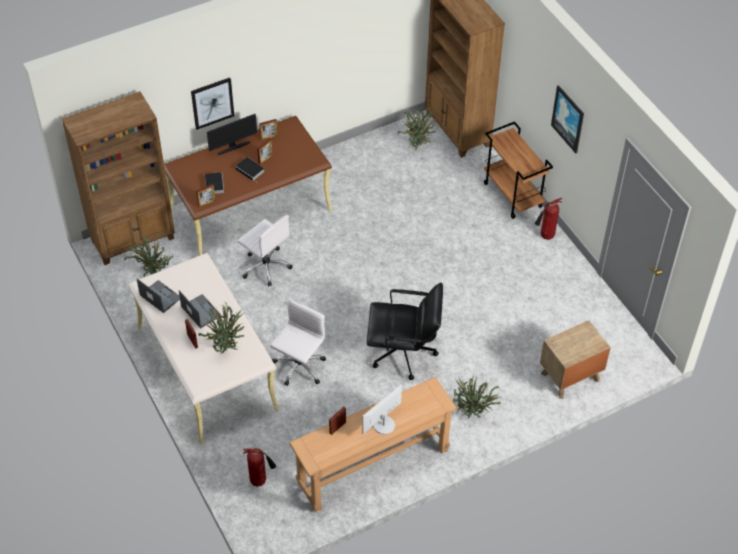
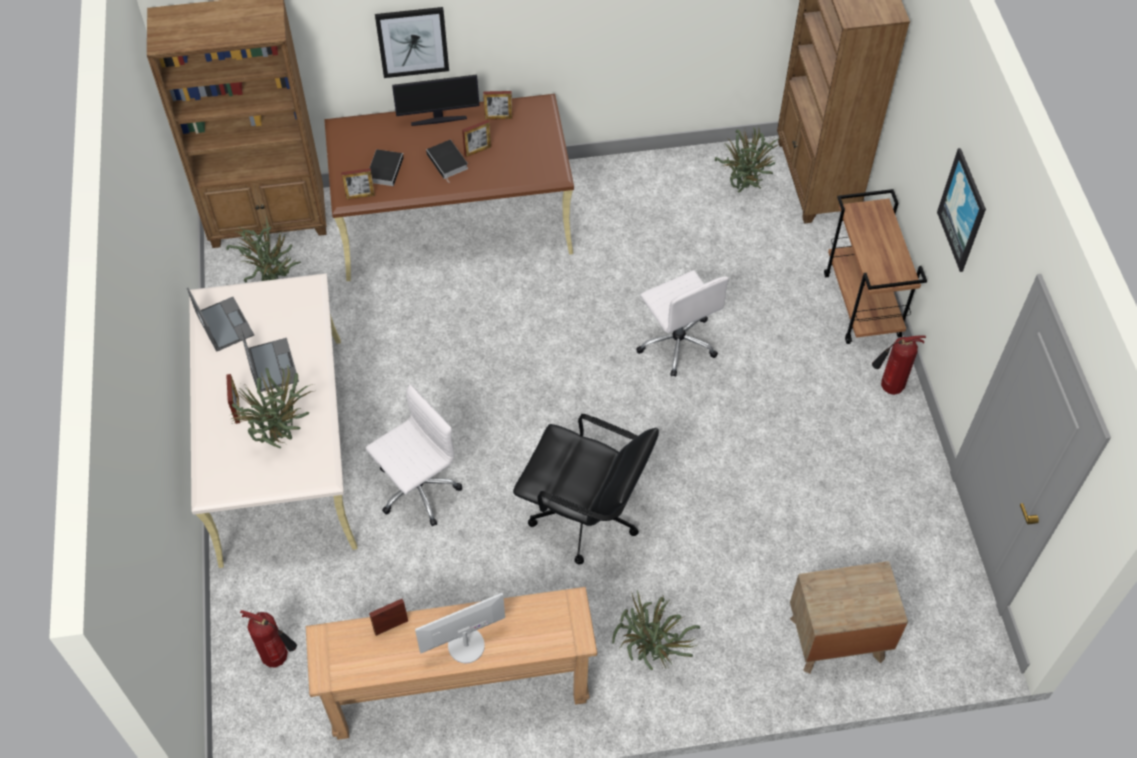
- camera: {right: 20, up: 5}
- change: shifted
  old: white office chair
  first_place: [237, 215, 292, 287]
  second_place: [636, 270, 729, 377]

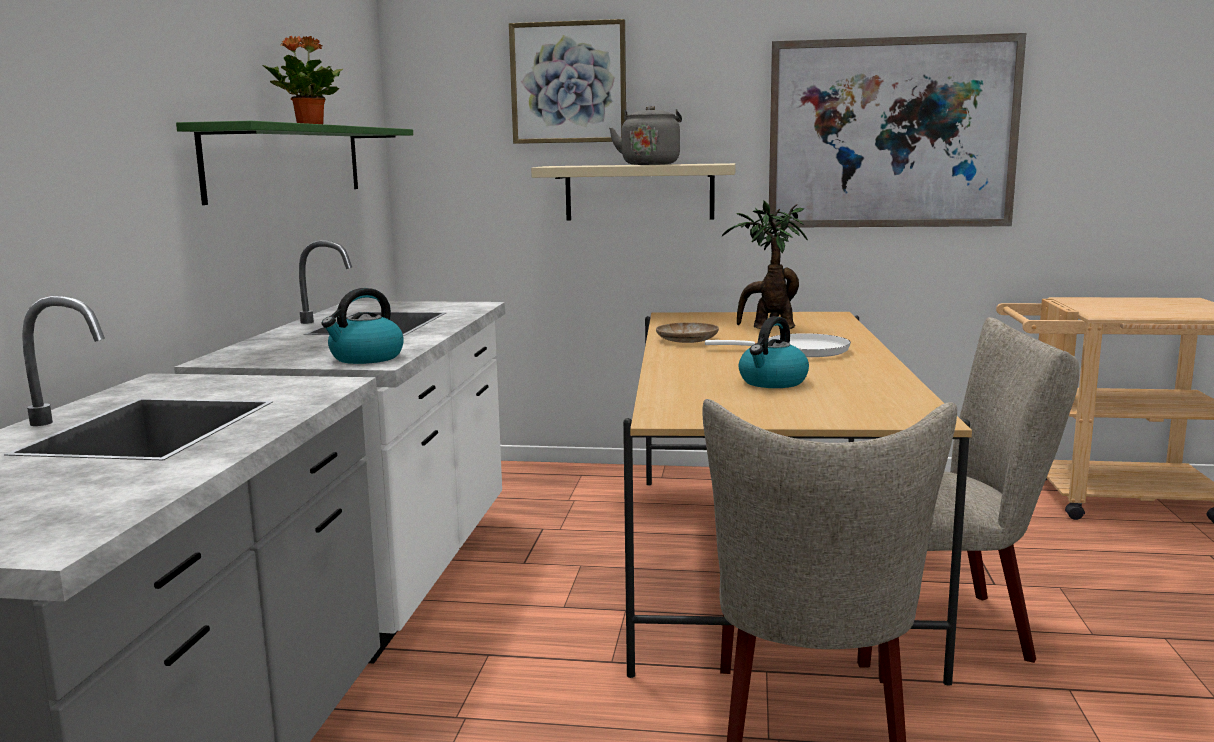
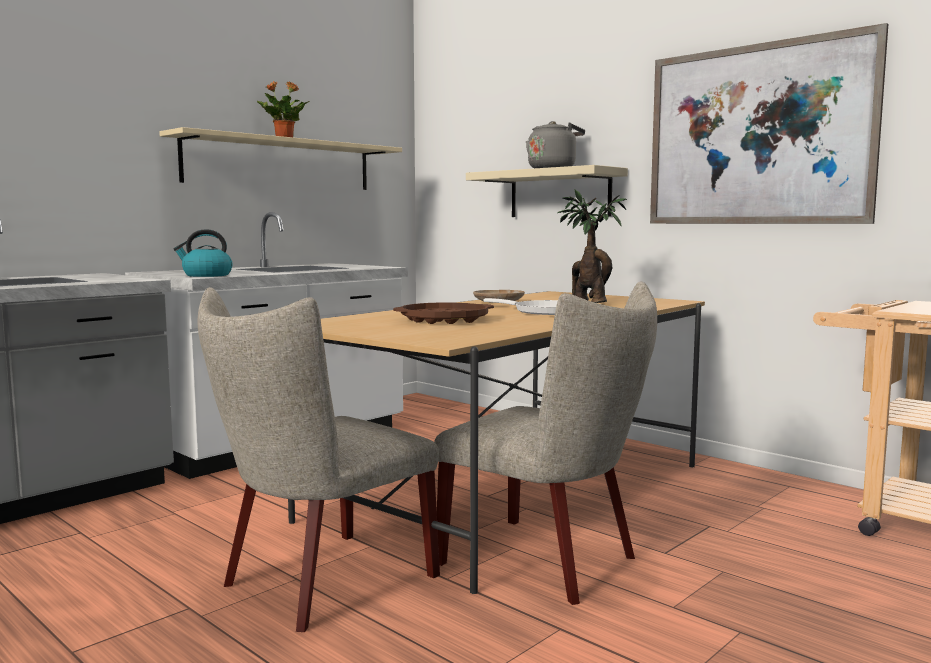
- camera: {right: 35, up: -5}
- change: repainted
  old: greenish shelf
  new: sand-coloured shelf
  first_place: [176, 121, 413, 205]
  second_place: [159, 127, 402, 190]
- change: swapped
  old: tea kettle
  new: brown-coloured tray
  first_place: [739, 316, 809, 388]
  second_place: [393, 303, 494, 324]
- change: gone
  old: wall art
  first_place: [509, 19, 626, 144]

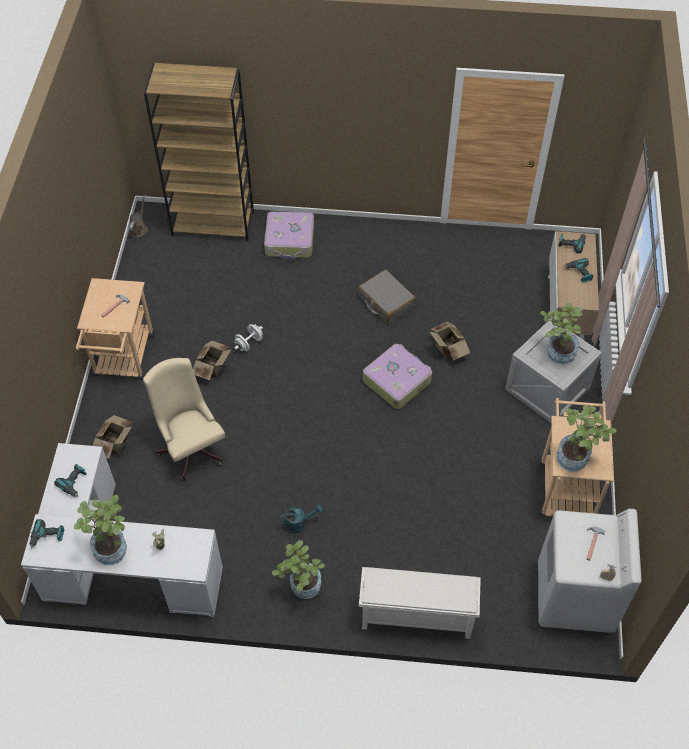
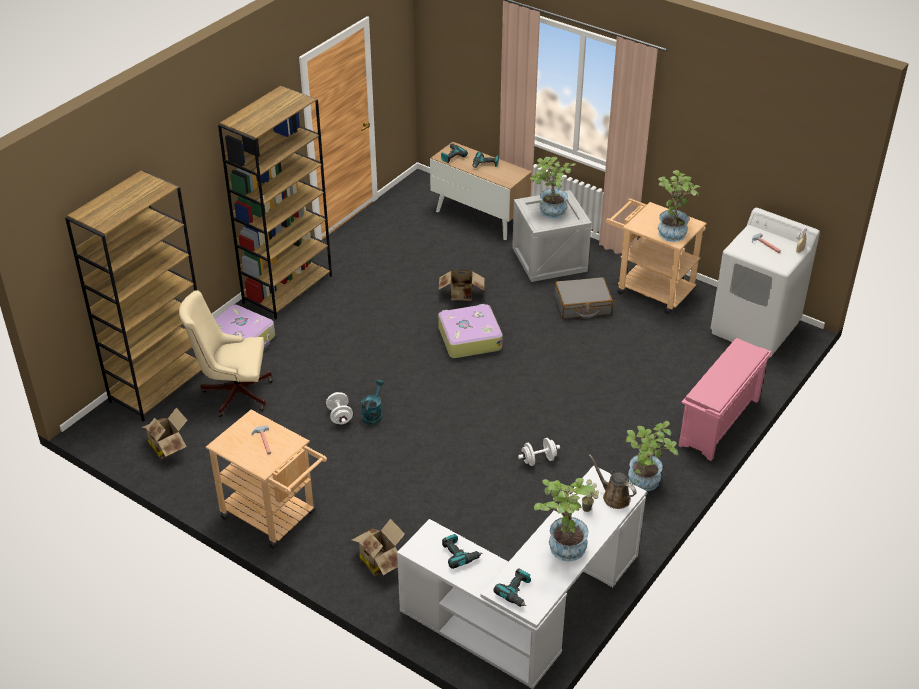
- camera: {right: -60, up: -15}
- change: shifted
  old: carton
  first_place: [193, 341, 232, 380]
  second_place: [141, 407, 187, 459]
- change: shifted
  old: sand-coloured office chair
  first_place: [143, 358, 225, 481]
  second_place: [179, 290, 273, 417]
- change: new
  new: brown-coloured bookshelf
  second_place: [218, 86, 332, 320]
- change: shifted
  old: turquoise-coloured watering can
  first_place: [279, 504, 323, 533]
  second_place: [362, 380, 384, 425]
- change: new
  new: white dumbbell
  second_place: [518, 438, 560, 466]
- change: shifted
  old: greyish suitcase
  first_place: [358, 269, 416, 325]
  second_place: [555, 277, 613, 319]
- change: shifted
  old: brown-coloured watering can
  first_place: [129, 195, 148, 237]
  second_place: [589, 454, 637, 509]
- change: repainted
  old: white shoe shelf
  new: pink-coloured shoe shelf
  first_place: [359, 567, 481, 639]
  second_place: [678, 338, 771, 461]

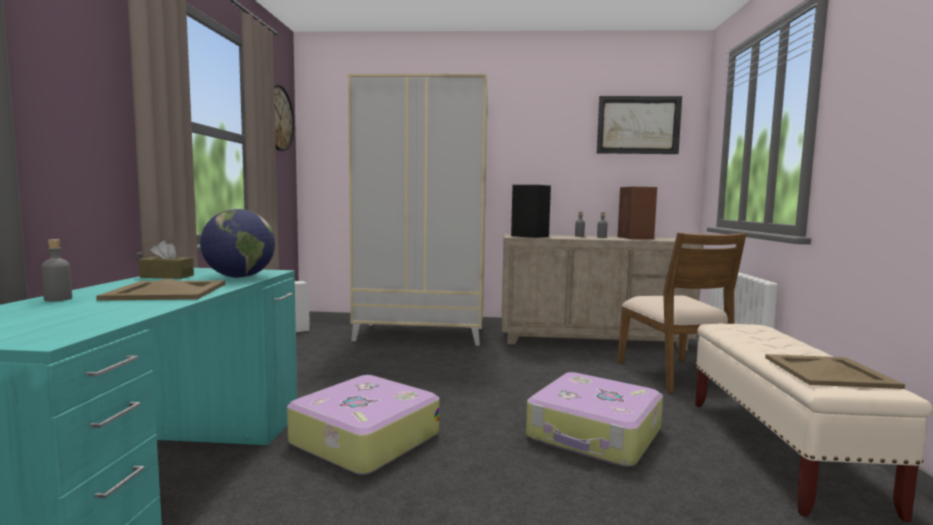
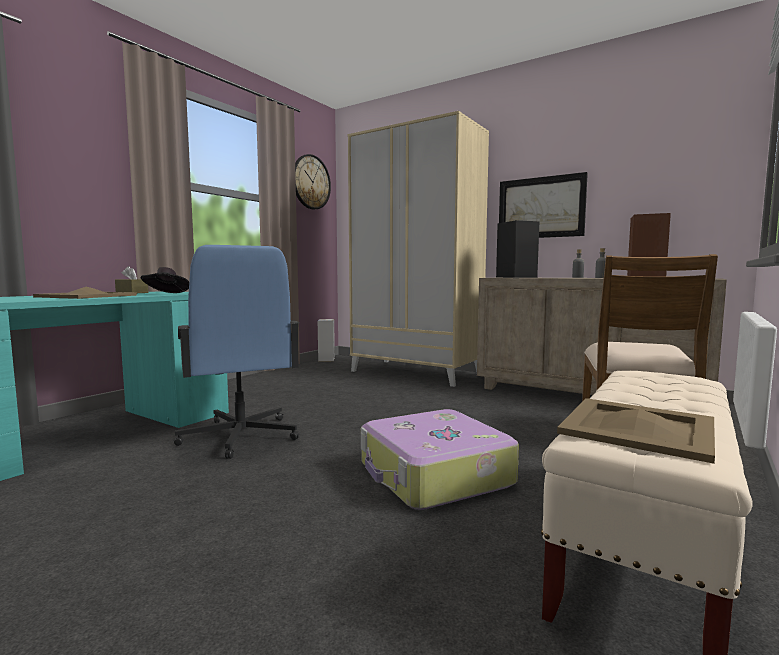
- camera: {right: 30, up: 0}
- change: swapped
  old: desk globe
  new: blackish wearable hat
  first_place: [200, 209, 275, 278]
  second_place: [141, 267, 189, 293]
- change: swapped
  old: suitcase
  new: blue-coloured office chair
  first_place: [287, 375, 440, 475]
  second_place: [174, 245, 300, 459]
- change: shifted
  old: wall art
  first_place: [597, 96, 682, 154]
  second_place: [499, 172, 588, 238]
- change: gone
  old: greyish bottle
  first_place: [41, 239, 72, 301]

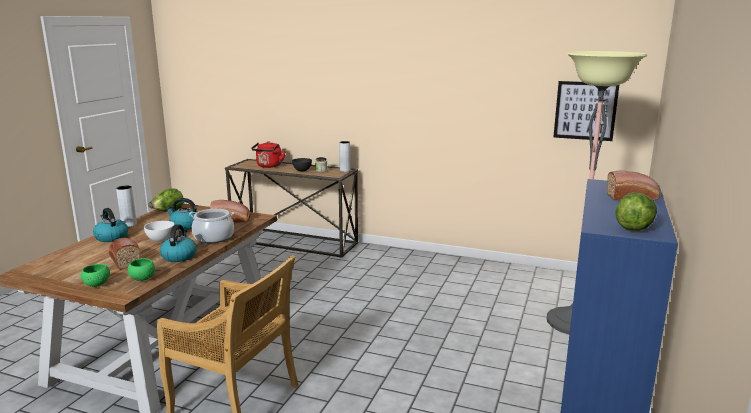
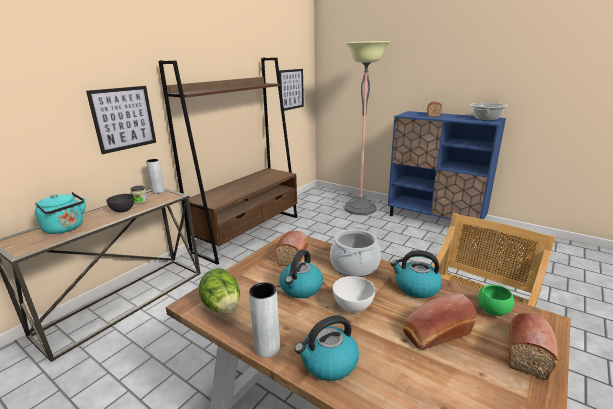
- camera: {right: -75, up: 5}
- change: repainted
  old: reddish tea kettle
  new: turquoise-coloured tea kettle
  first_place: [251, 141, 286, 168]
  second_place: [35, 192, 86, 234]
- change: new
  new: wall art
  second_place: [86, 86, 156, 154]
- change: new
  new: brown-coloured bookshelf
  second_place: [158, 58, 297, 265]
- change: swapped
  old: lettuce head
  new: stockpot
  first_place: [616, 193, 657, 231]
  second_place: [470, 103, 508, 121]
- change: swapped
  old: greenish serving bowl
  new: bakery bread
  first_place: [81, 264, 110, 287]
  second_place: [508, 313, 558, 380]

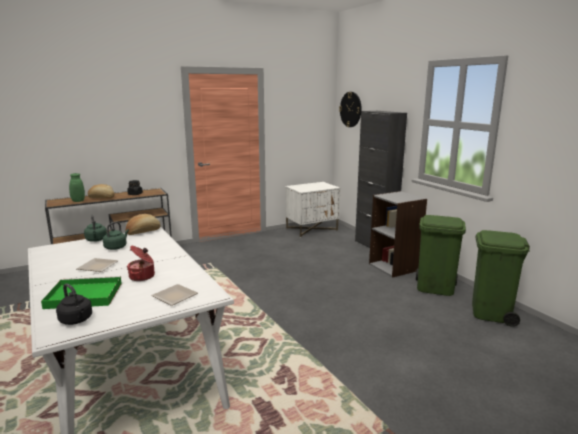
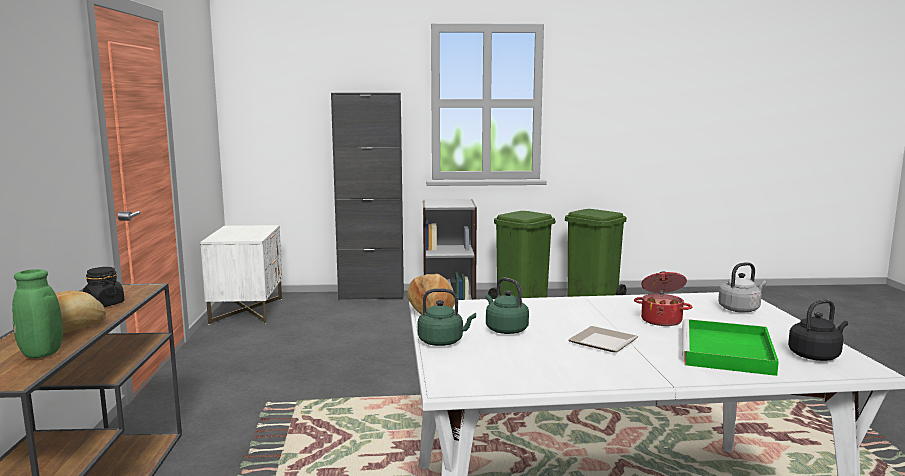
- camera: {right: -65, up: -5}
- change: swapped
  old: flat dish
  new: greyish tea kettle
  first_place: [151, 284, 198, 306]
  second_place: [718, 262, 767, 313]
- change: gone
  old: clock on the wall
  first_place: [339, 92, 362, 127]

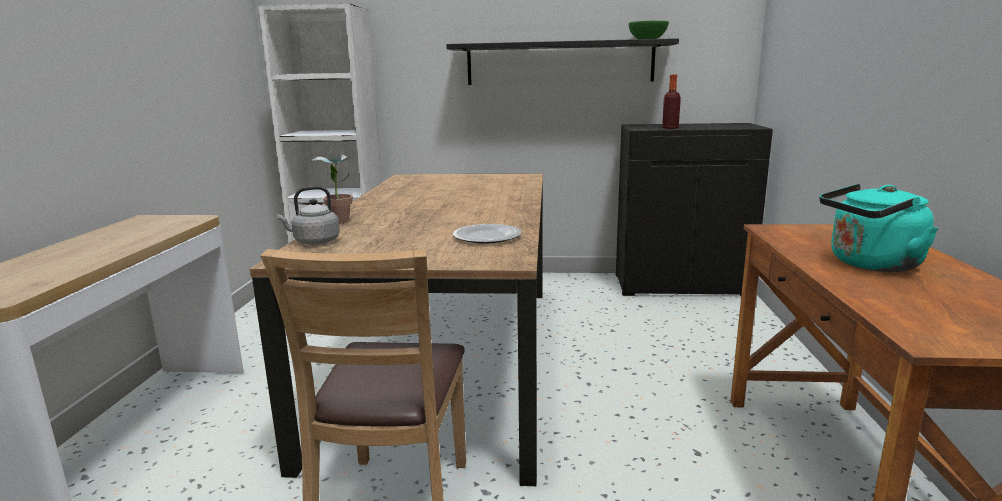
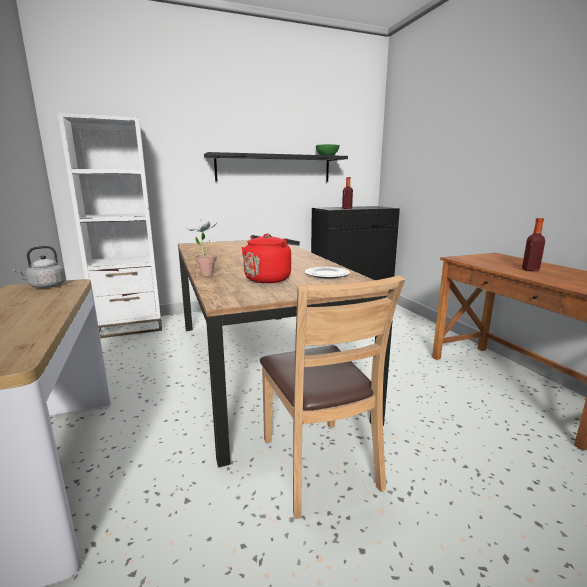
- camera: {right: -25, up: 0}
- change: shifted
  old: greyish tea kettle
  first_place: [277, 186, 340, 245]
  second_place: [12, 246, 66, 288]
- change: new
  new: reddish tea kettle
  second_place: [241, 234, 300, 283]
- change: swapped
  old: turquoise-coloured tea kettle
  new: bottle
  first_place: [820, 184, 939, 272]
  second_place: [522, 218, 545, 271]

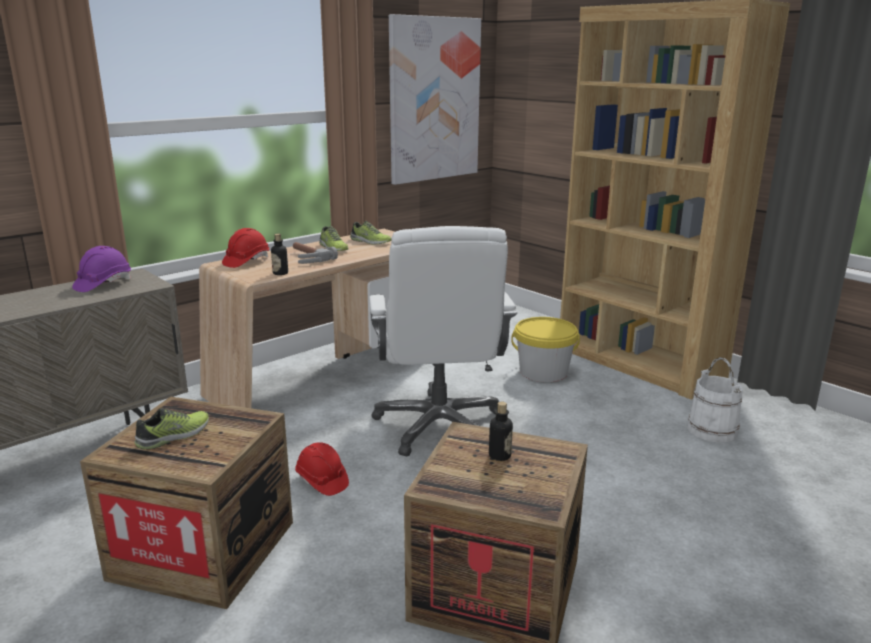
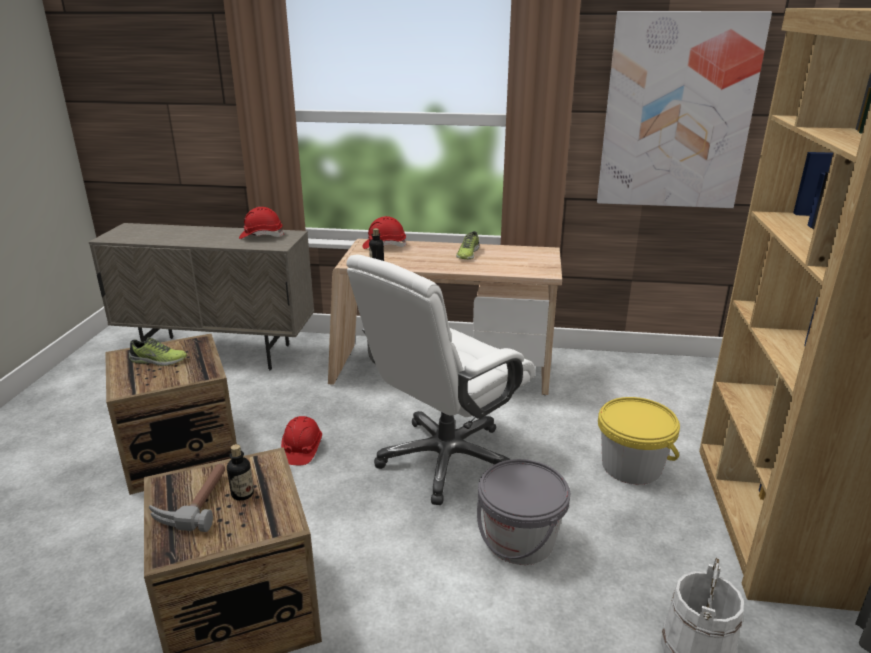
- camera: {right: 50, up: 5}
- change: shifted
  old: hand hammer
  first_place: [293, 242, 338, 264]
  second_place: [149, 464, 225, 532]
- change: repainted
  old: purple work helmet
  new: reddish work helmet
  first_place: [72, 246, 131, 292]
  second_place: [239, 207, 284, 239]
- change: new
  new: greyish pail
  second_place: [477, 459, 570, 565]
- change: gone
  old: shoe
  first_place: [350, 221, 391, 245]

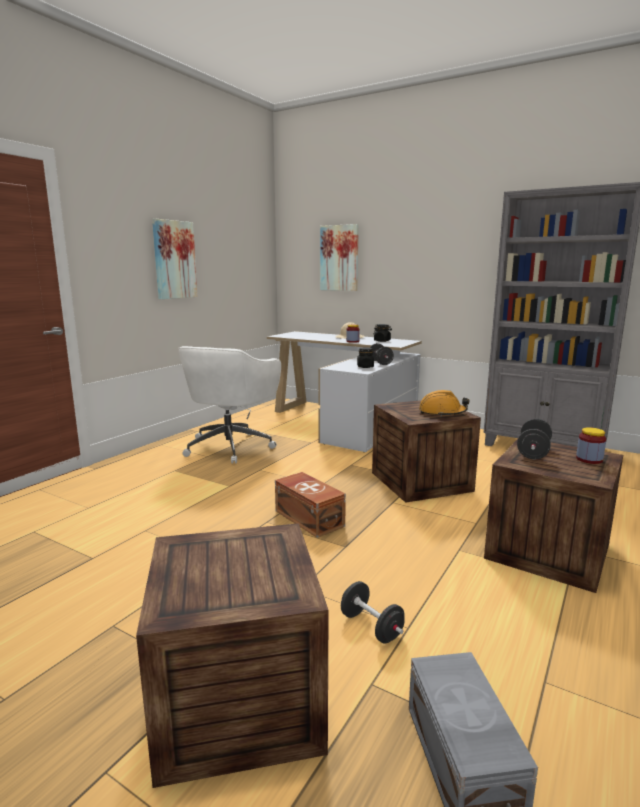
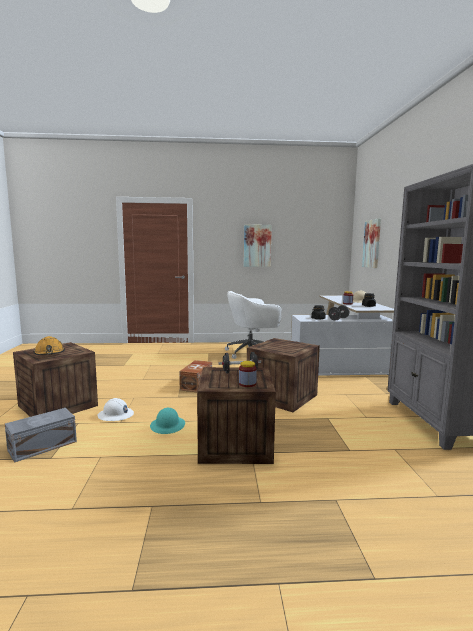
- camera: {right: 55, up: -5}
- change: shifted
  old: orange work helmet
  first_place: [419, 390, 470, 417]
  second_place: [34, 336, 65, 355]
- change: swapped
  old: blackish dumbbell
  new: white work helmet
  first_place: [341, 581, 405, 643]
  second_place: [98, 398, 134, 421]
- change: new
  new: turquoise-coloured work helmet
  second_place: [150, 407, 185, 434]

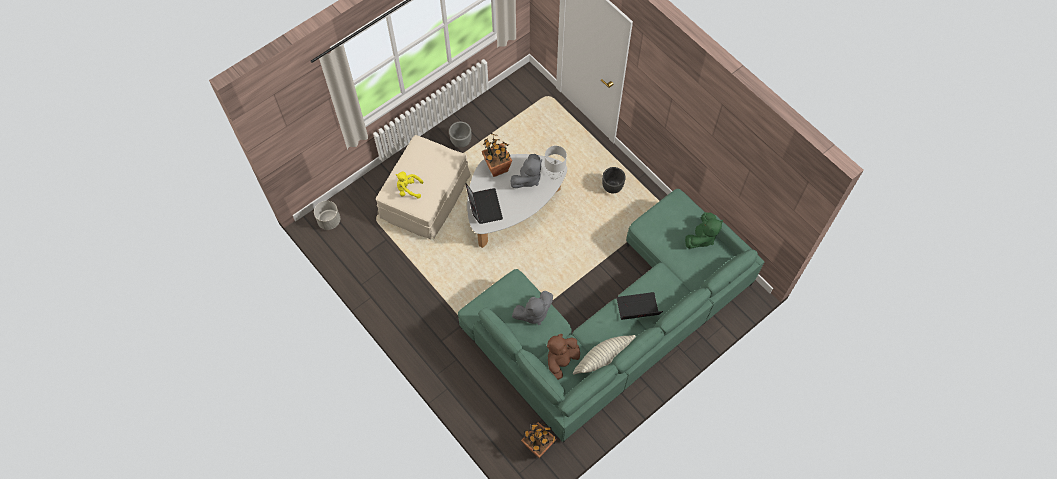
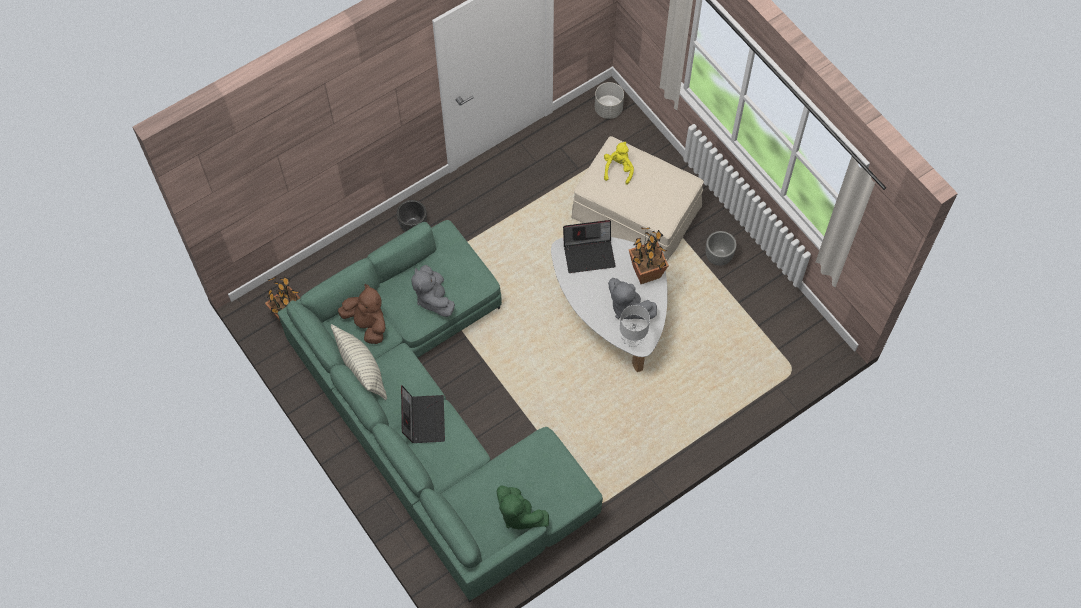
- camera: {right: 95, up: 0}
- change: shifted
  old: blackish flower pot
  first_place: [602, 167, 626, 193]
  second_place: [397, 200, 427, 232]

